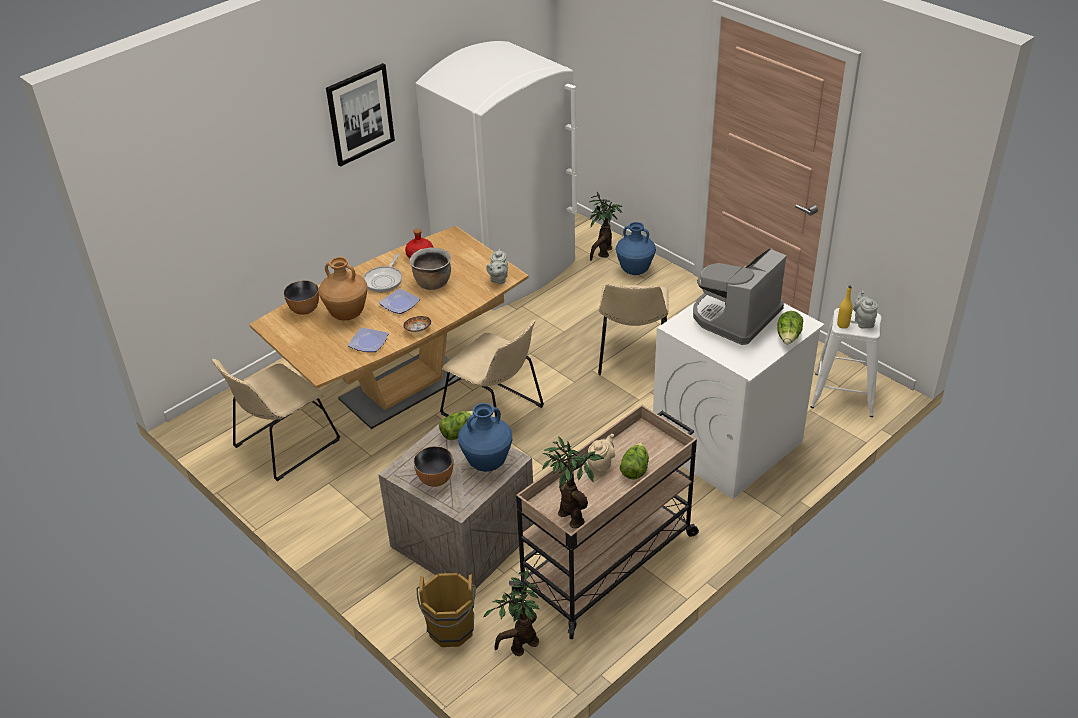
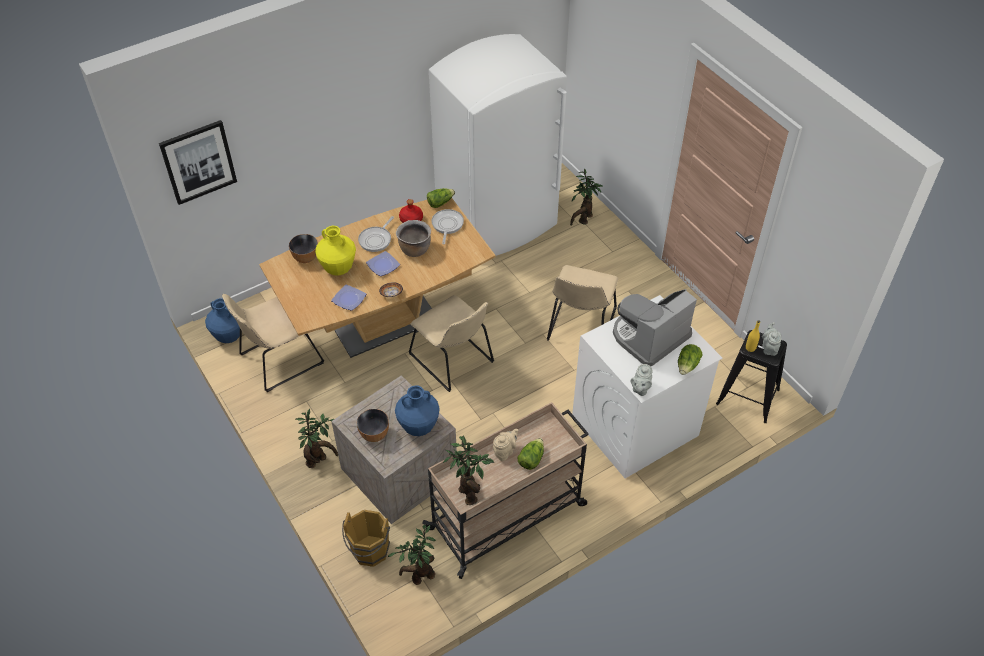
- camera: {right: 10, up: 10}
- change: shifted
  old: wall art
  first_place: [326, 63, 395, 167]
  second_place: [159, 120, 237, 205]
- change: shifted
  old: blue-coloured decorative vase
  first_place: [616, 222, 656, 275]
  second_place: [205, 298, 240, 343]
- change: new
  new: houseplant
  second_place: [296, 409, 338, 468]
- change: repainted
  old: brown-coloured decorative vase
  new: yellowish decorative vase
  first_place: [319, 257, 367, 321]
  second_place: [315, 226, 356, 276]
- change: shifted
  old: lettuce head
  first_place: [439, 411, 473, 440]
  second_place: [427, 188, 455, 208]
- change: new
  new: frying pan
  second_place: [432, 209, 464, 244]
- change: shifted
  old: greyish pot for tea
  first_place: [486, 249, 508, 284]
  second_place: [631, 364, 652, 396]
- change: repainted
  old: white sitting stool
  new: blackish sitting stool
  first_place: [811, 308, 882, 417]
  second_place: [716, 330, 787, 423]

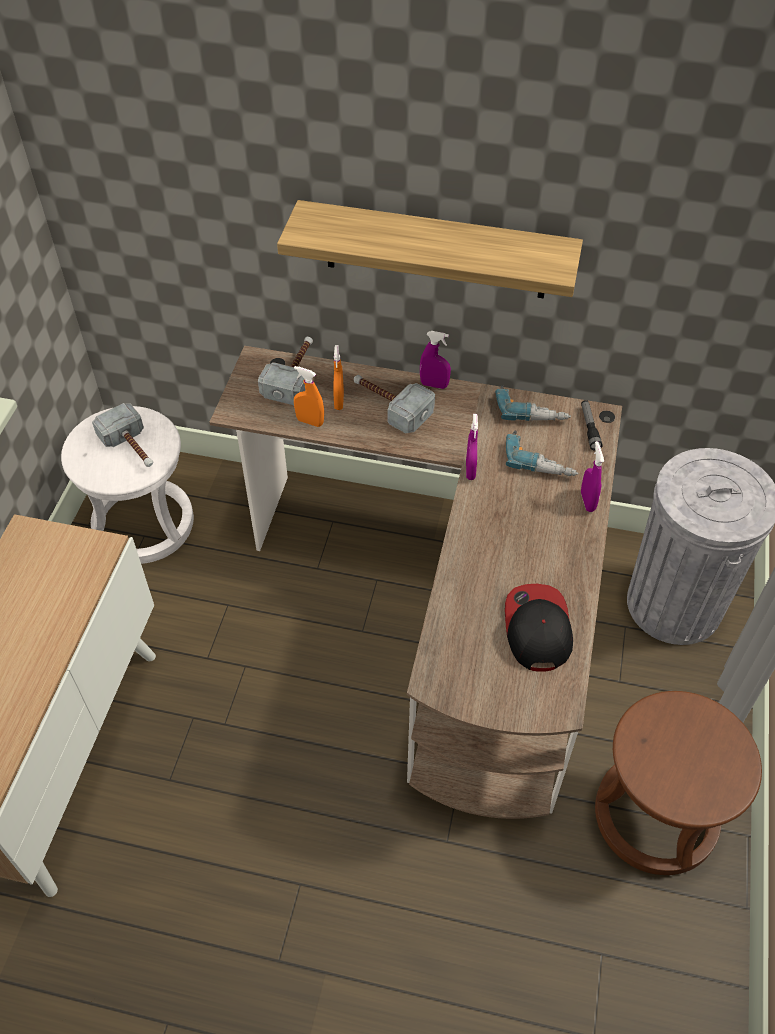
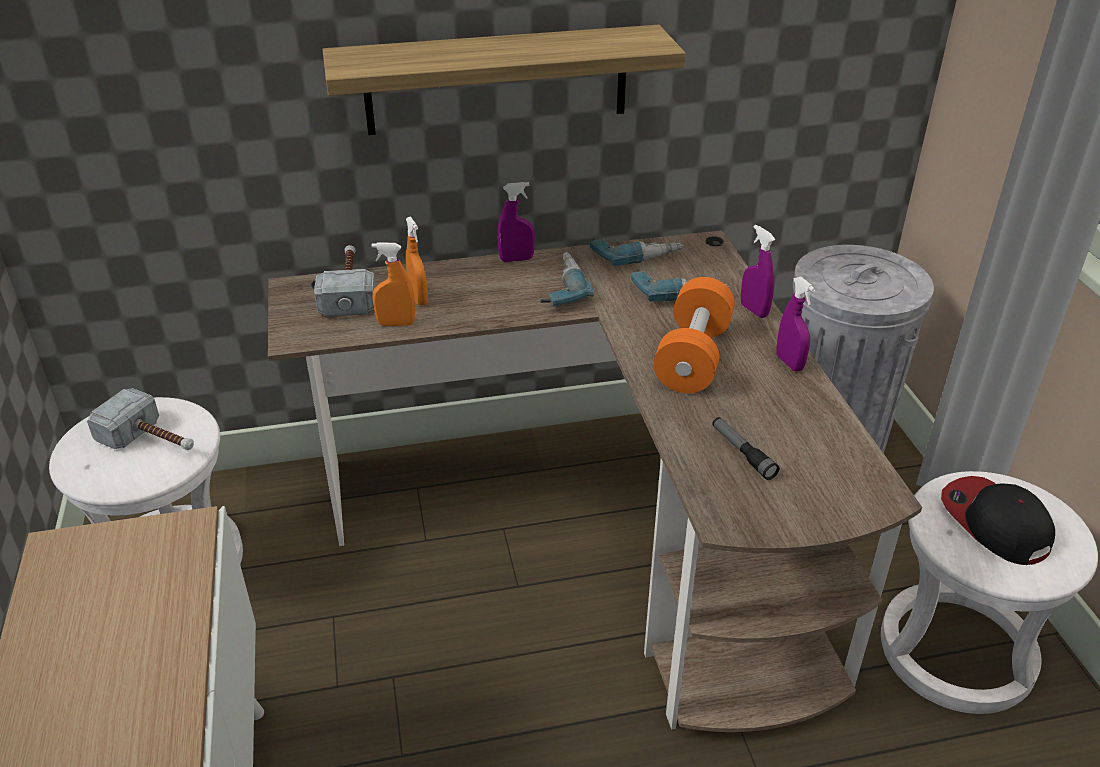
- camera: {right: -25, up: -15}
- change: new
  new: power drill
  second_place: [541, 252, 593, 307]
- change: new
  new: orange dumbbell
  second_place: [653, 277, 735, 393]
- change: shifted
  old: flashlight
  first_place: [581, 400, 603, 451]
  second_place: [712, 417, 780, 480]
- change: shifted
  old: purple hand sprayer
  first_place: [466, 414, 478, 480]
  second_place: [776, 277, 815, 372]
- change: repainted
  old: brown-coloured sitting stool
  new: white sitting stool
  first_place: [595, 691, 762, 875]
  second_place: [881, 471, 1098, 714]
- change: shifted
  old: baseball cap
  first_place: [505, 584, 573, 672]
  second_place: [941, 476, 1055, 565]
- change: gone
  old: hand hammer
  first_place: [354, 375, 435, 433]

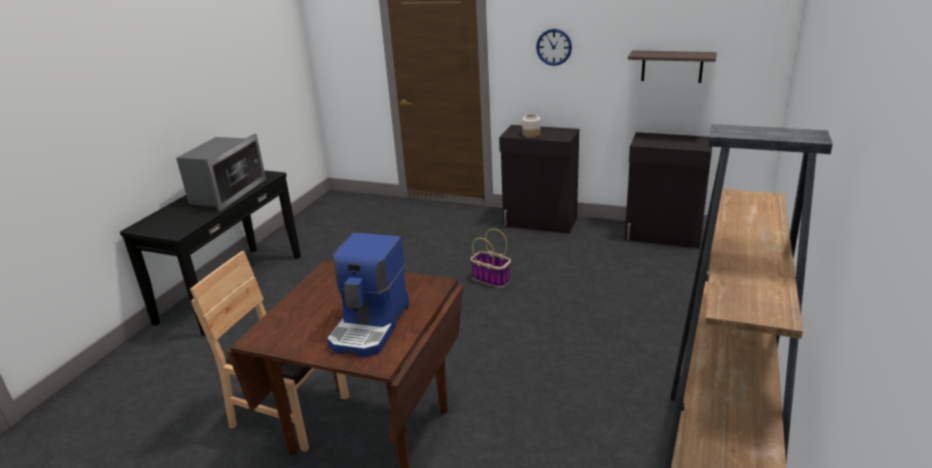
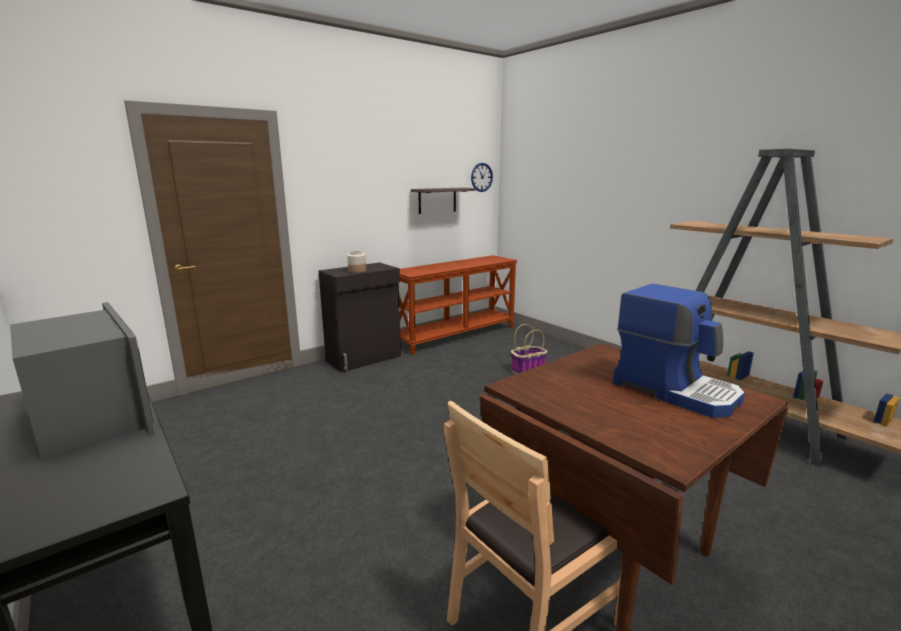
- camera: {right: -60, up: -10}
- change: swapped
  old: blackish cabinet
  new: brown-coloured narrow table
  first_place: [625, 132, 712, 249]
  second_place: [399, 255, 517, 355]
- change: shifted
  old: clock on the wall
  first_place: [536, 29, 572, 66]
  second_place: [471, 163, 493, 192]
- change: shifted
  old: household basket
  first_place: [470, 229, 511, 288]
  second_place: [511, 324, 547, 374]

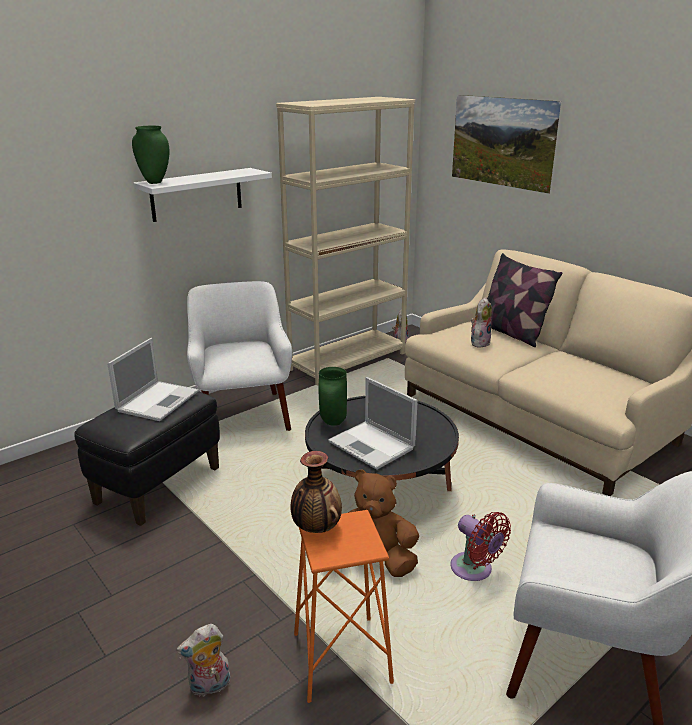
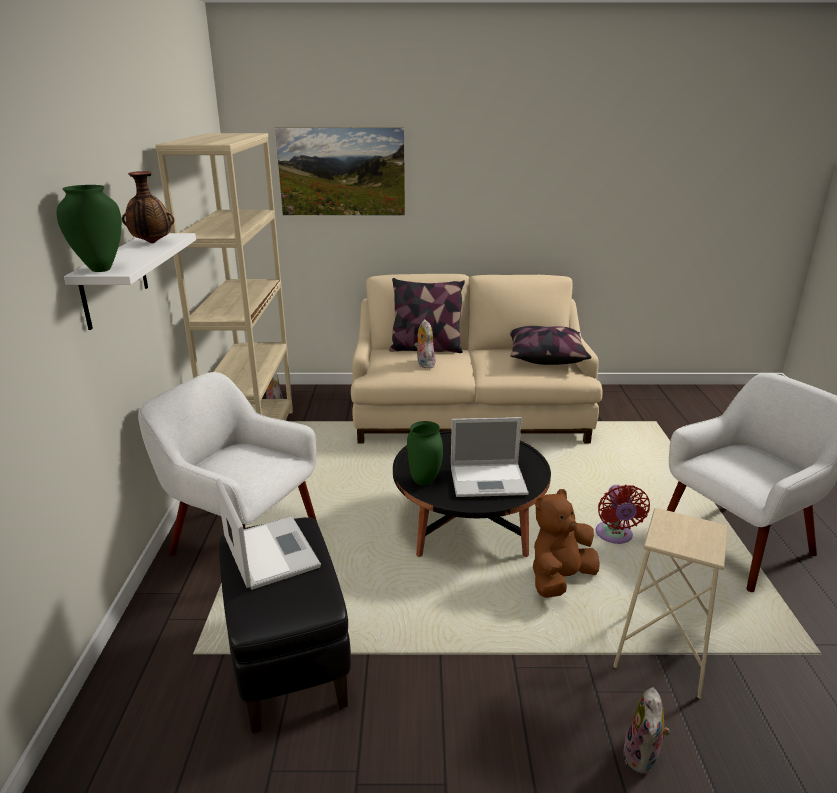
- camera: {right: -50, up: 0}
- change: shifted
  old: decorative vase
  first_place: [290, 451, 342, 533]
  second_place: [122, 171, 174, 243]
- change: new
  new: cushion
  second_place: [510, 326, 591, 365]
- change: rotated
  old: reddish fan
  first_place: [450, 512, 511, 581]
  second_place: [595, 485, 650, 544]
  degrees: 90
- change: repainted
  old: orange sitting stool
  new: sand-coloured sitting stool
  first_place: [294, 510, 394, 703]
  second_place: [613, 508, 728, 699]

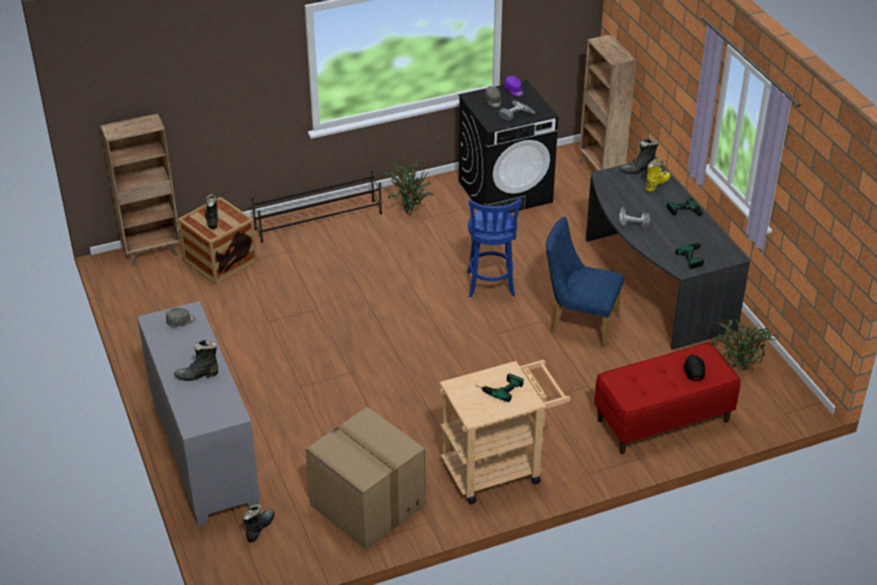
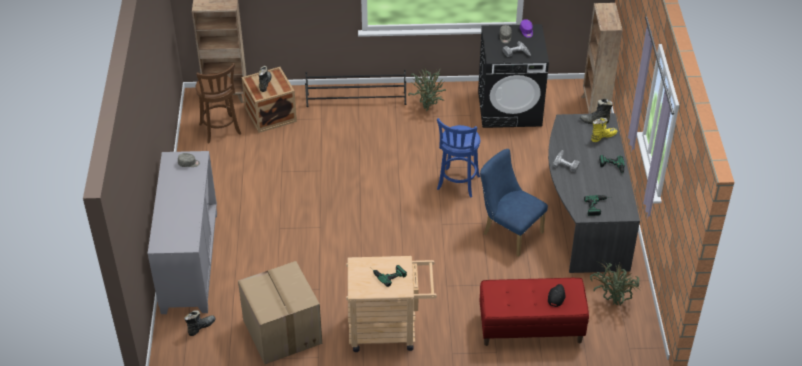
- camera: {right: 20, up: 5}
- change: new
  new: brown-coloured sitting stool
  second_place: [195, 63, 241, 143]
- change: gone
  old: blackish tall boot
  first_place: [174, 340, 218, 381]

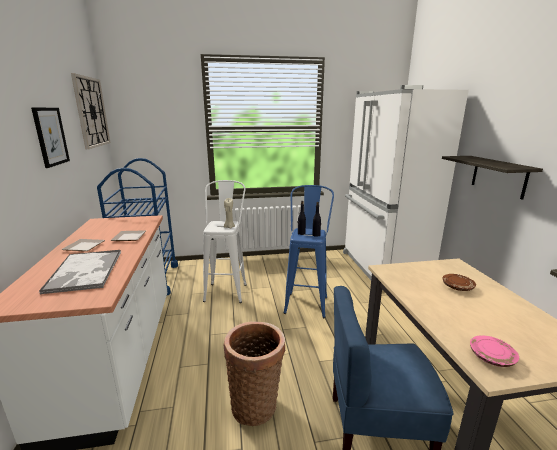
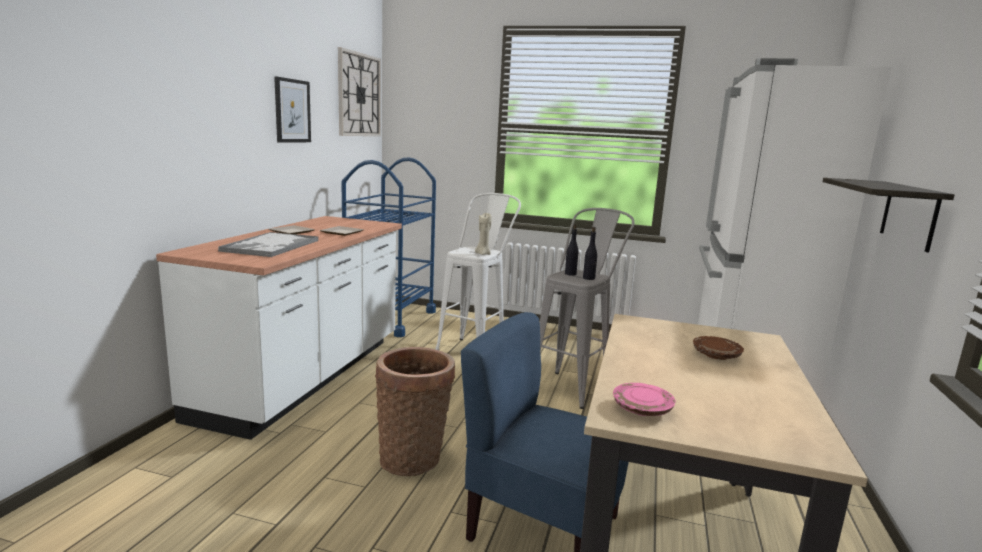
- camera: {right: 25, up: -5}
- change: repainted
  old: blue-coloured sitting stool
  new: greyish sitting stool
  first_place: [284, 185, 334, 318]
  second_place: [540, 208, 635, 409]

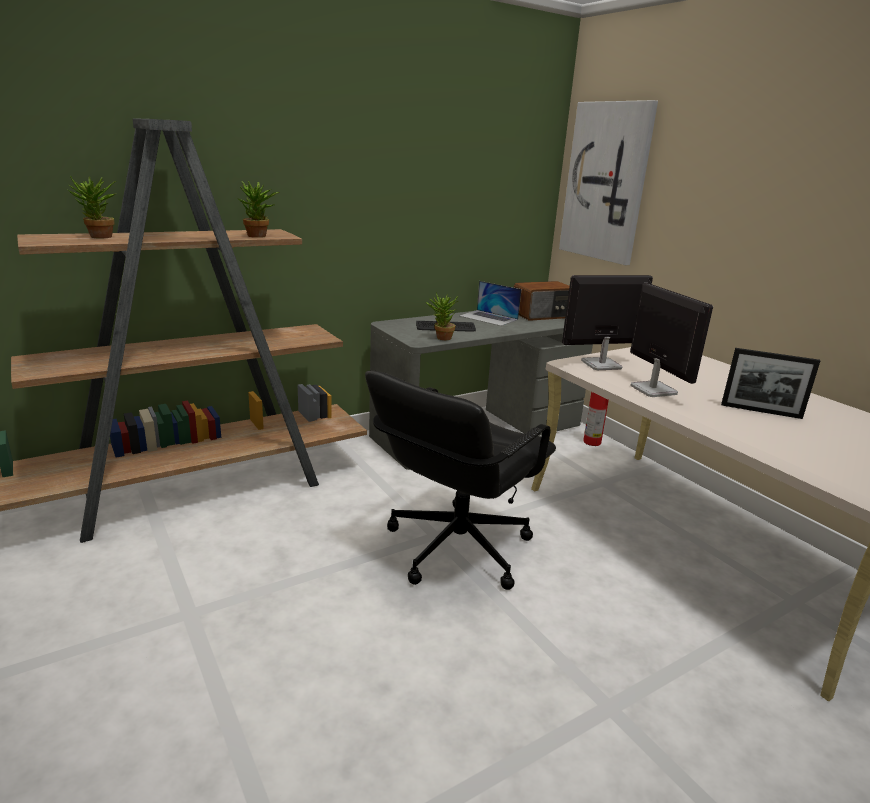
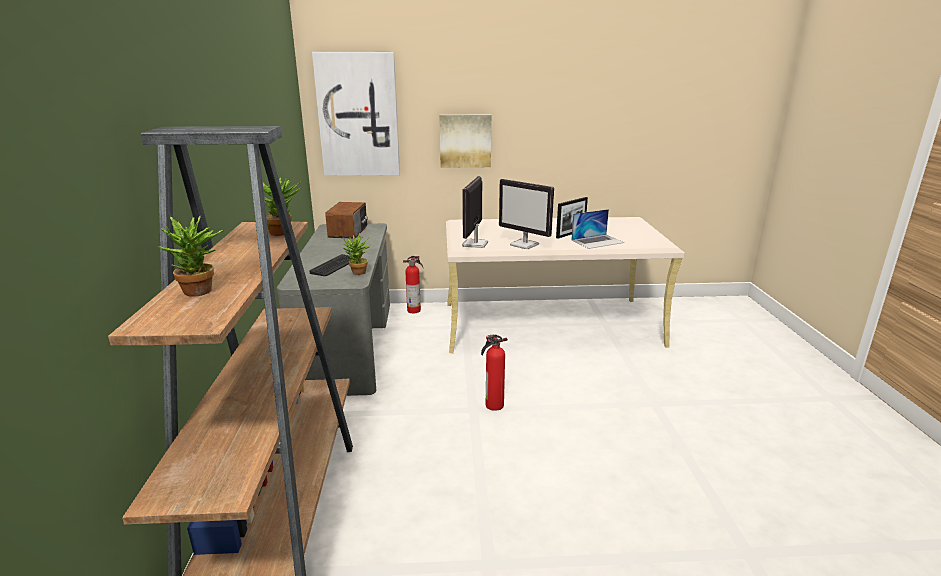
- camera: {right: -60, up: 0}
- change: new
  new: wall art
  second_place: [439, 114, 491, 168]
- change: swapped
  old: blackish office chair
  new: extinguisher
  first_place: [365, 370, 556, 590]
  second_place: [481, 334, 508, 411]
- change: rotated
  old: monitor
  first_place: [630, 283, 713, 397]
  second_place: [499, 179, 554, 249]
  degrees: -150
- change: shifted
  old: notebook computer
  first_place: [460, 281, 521, 326]
  second_place: [571, 209, 624, 249]

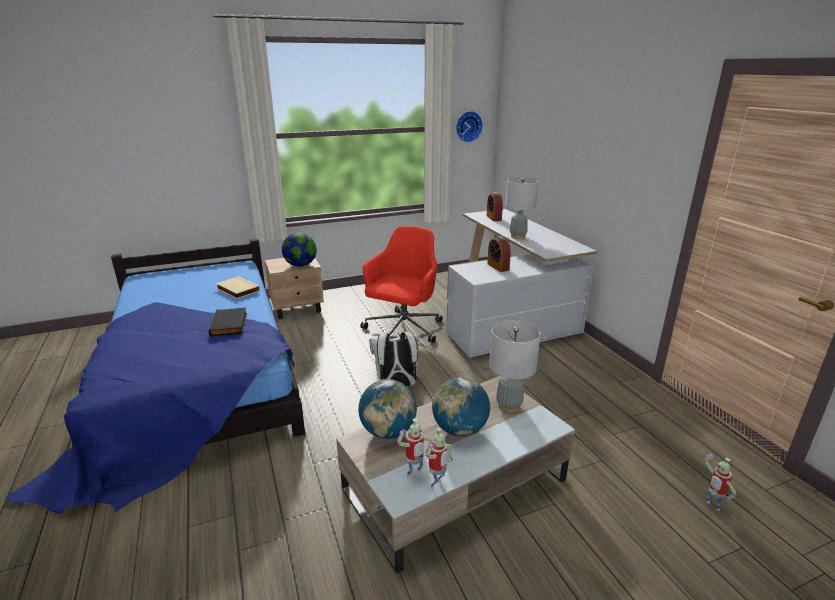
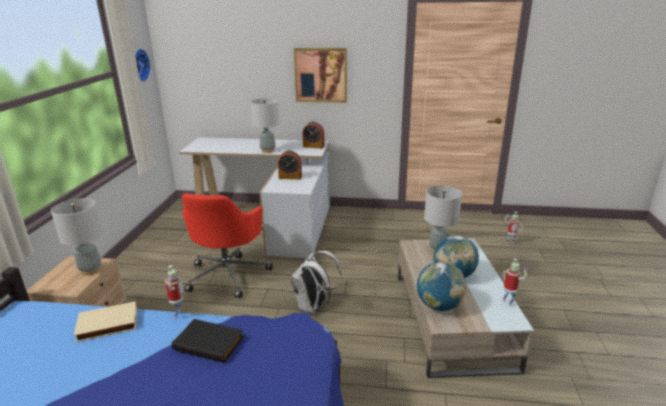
- camera: {right: -60, up: 0}
- change: swapped
  old: desk globe
  new: greyish table lamp
  first_place: [282, 233, 317, 267]
  second_place: [51, 198, 103, 275]
- change: shifted
  old: model robot
  first_place: [397, 418, 433, 478]
  second_place: [165, 265, 185, 319]
- change: rotated
  old: reddish office chair
  first_place: [360, 226, 443, 343]
  second_place: [182, 193, 273, 298]
  degrees: -135
- change: new
  new: wall art
  second_place: [294, 48, 347, 103]
- change: shifted
  old: alarm clock
  first_place: [487, 192, 503, 221]
  second_place: [303, 121, 325, 149]

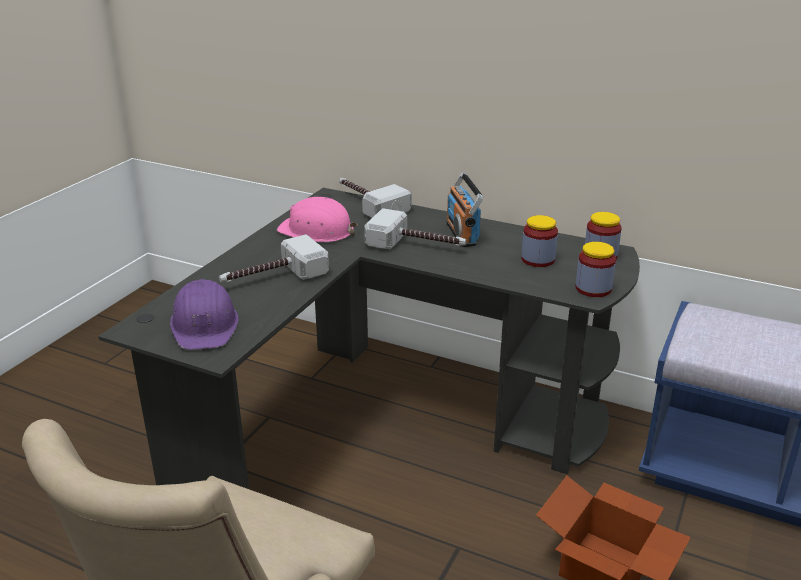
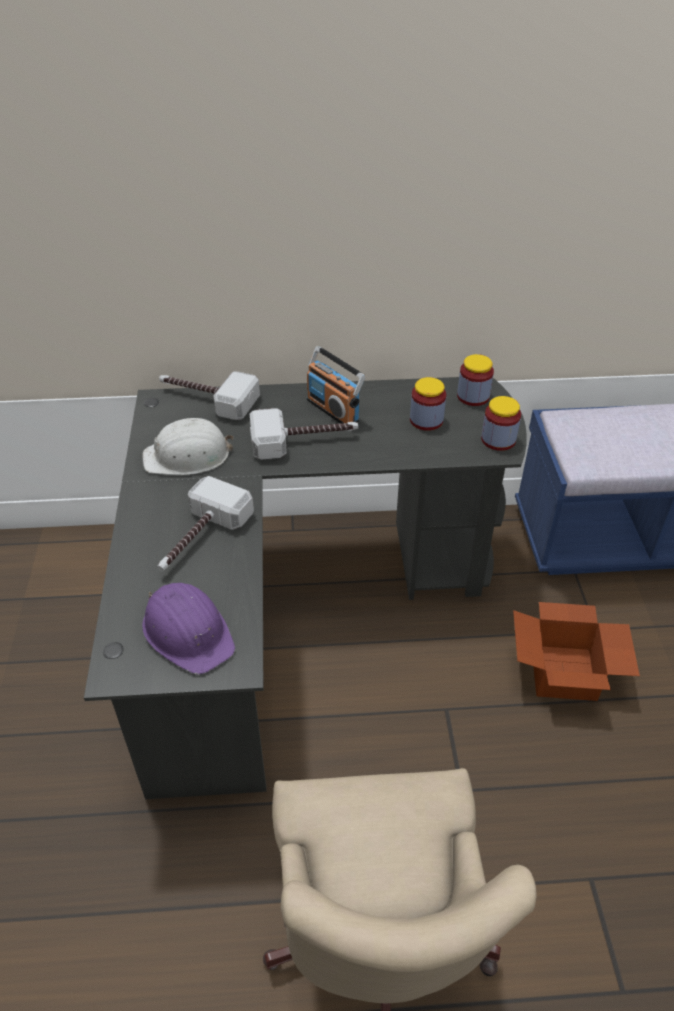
- camera: {right: -30, up: 15}
- change: repainted
  old: pink-coloured work helmet
  new: white work helmet
  first_place: [277, 197, 358, 242]
  second_place: [142, 418, 233, 475]

